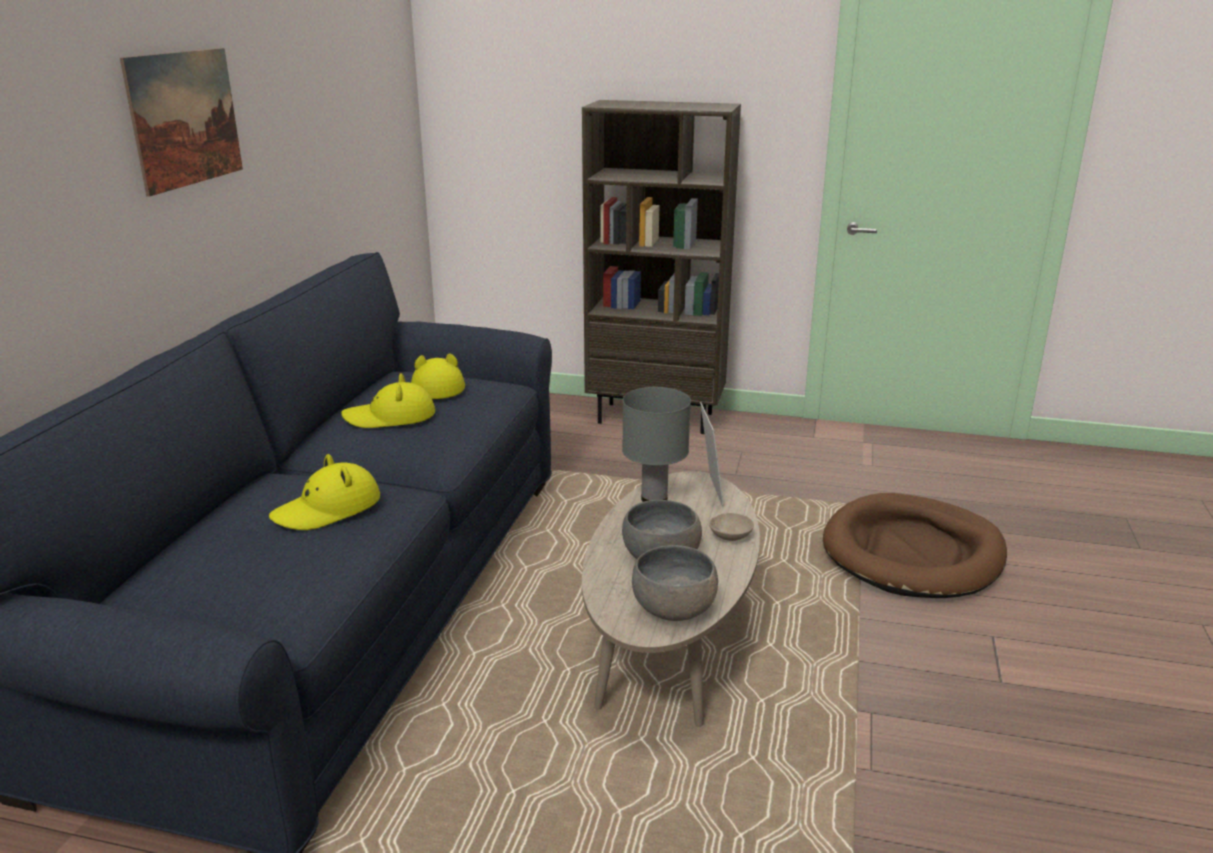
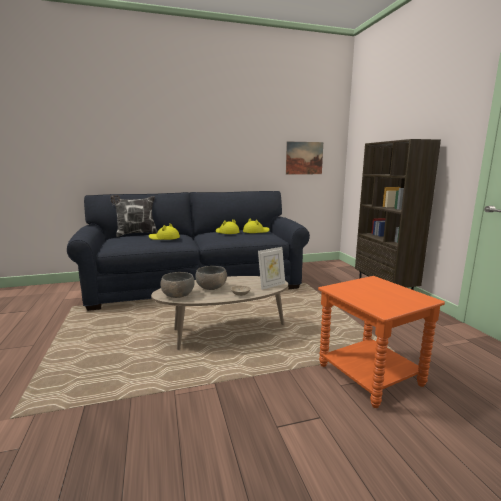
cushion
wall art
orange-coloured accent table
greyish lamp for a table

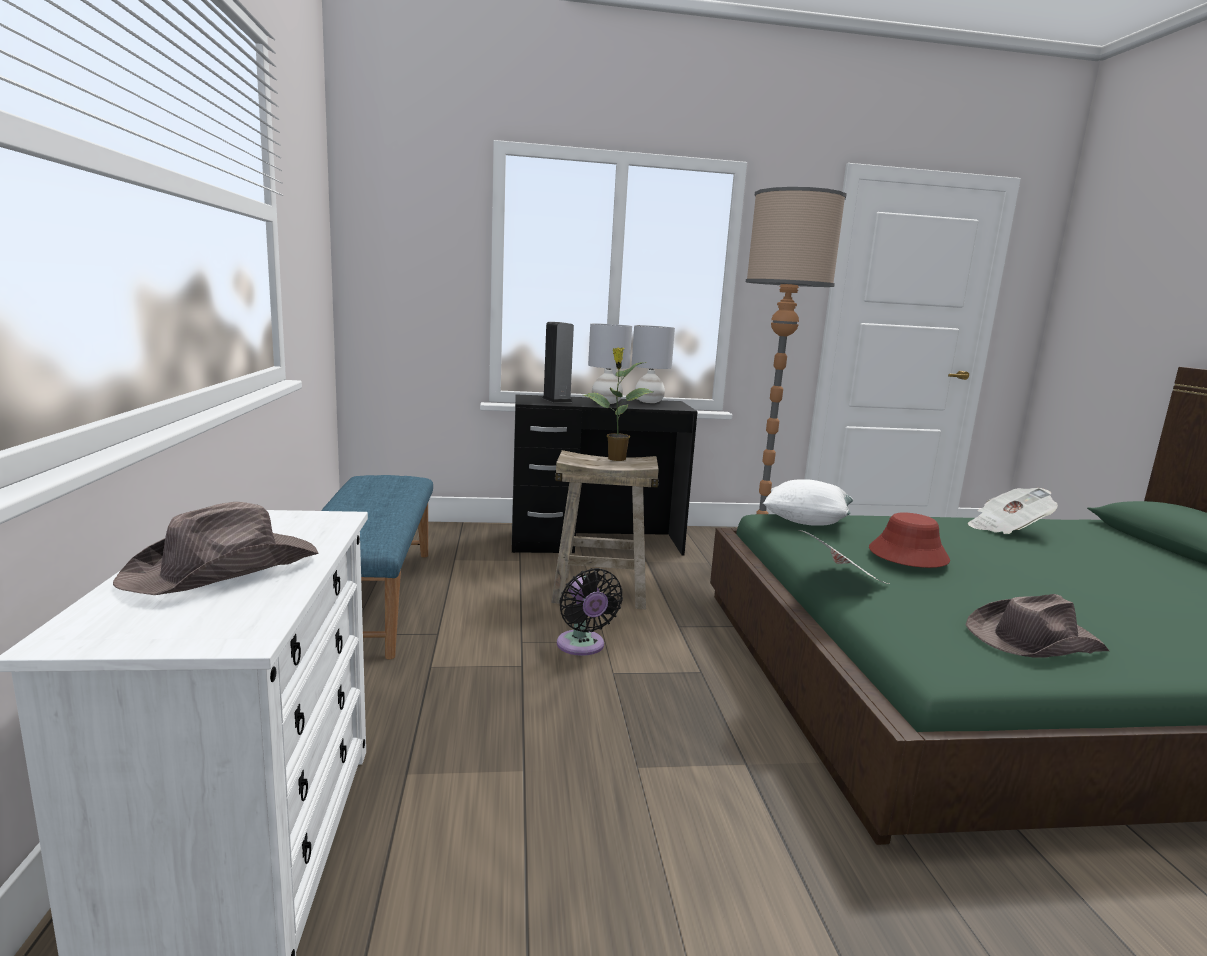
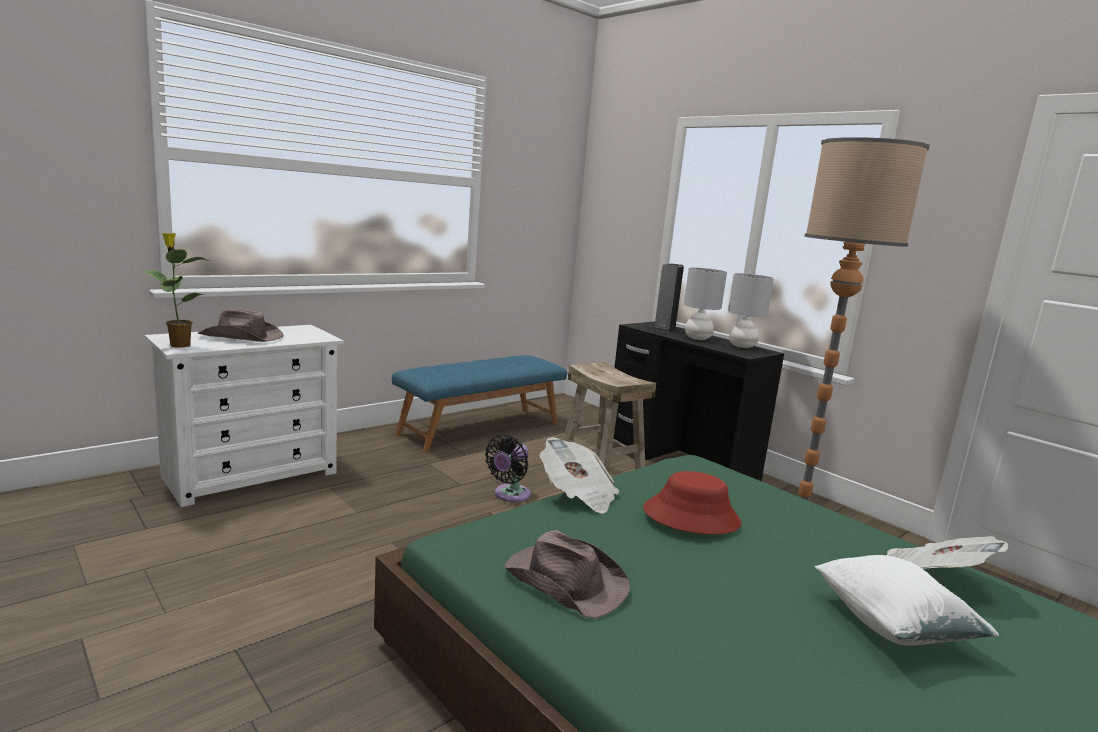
plant in a pot
whitish cushion

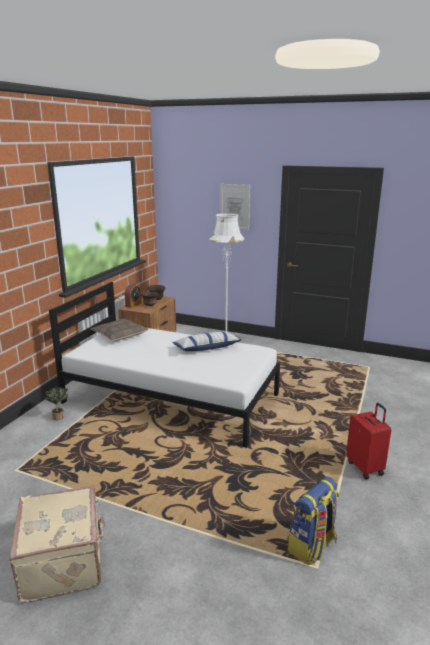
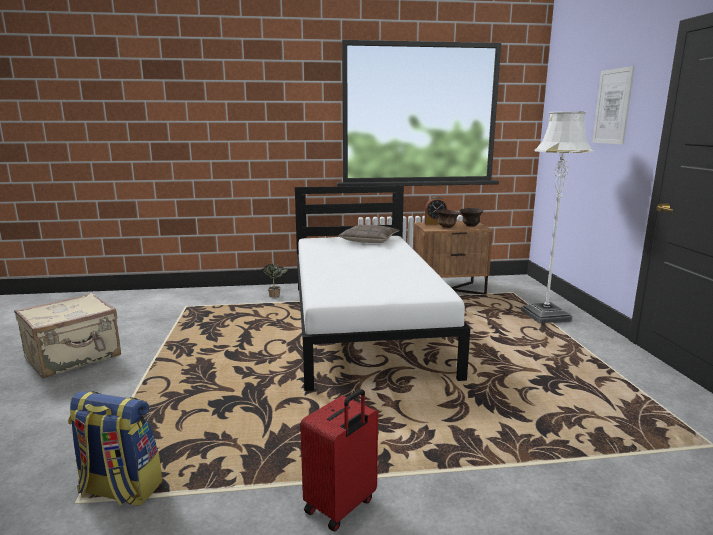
cushion (no. 2 from left in the first image)

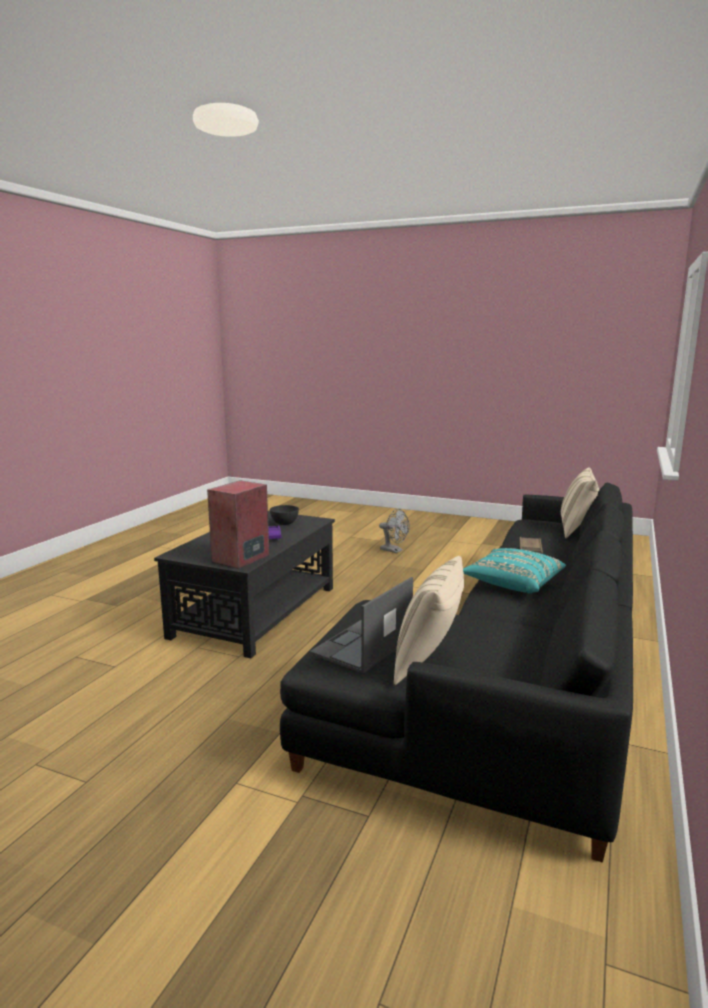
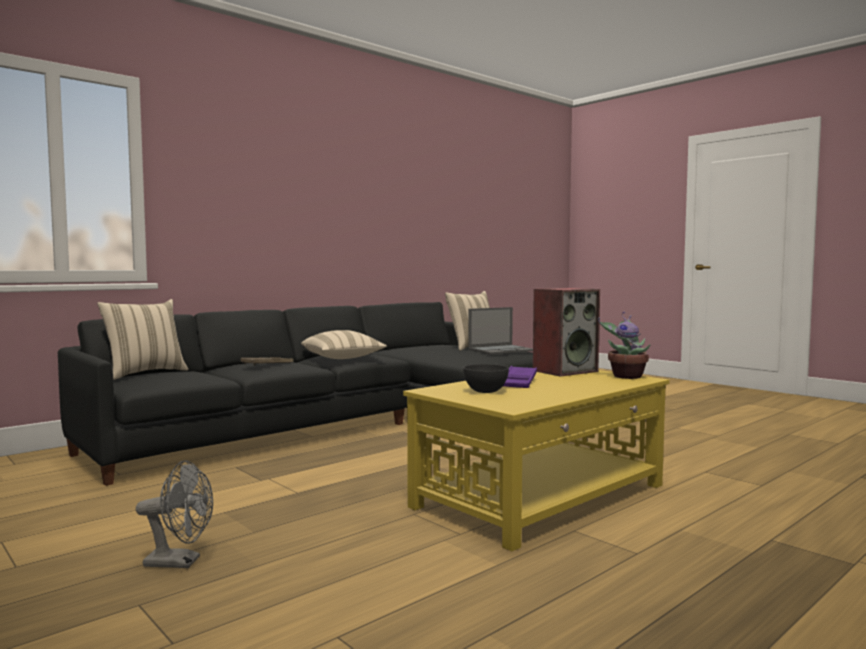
greyish electric fan
sand-coloured cushion (no. 2 from left)
yellow-coloured low table
plant in a pot

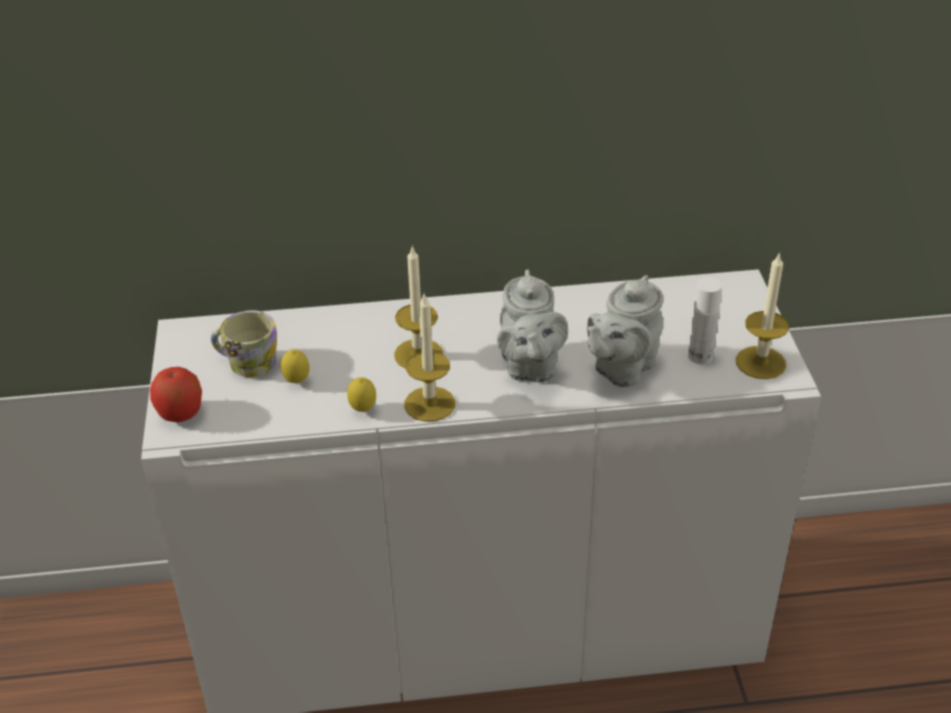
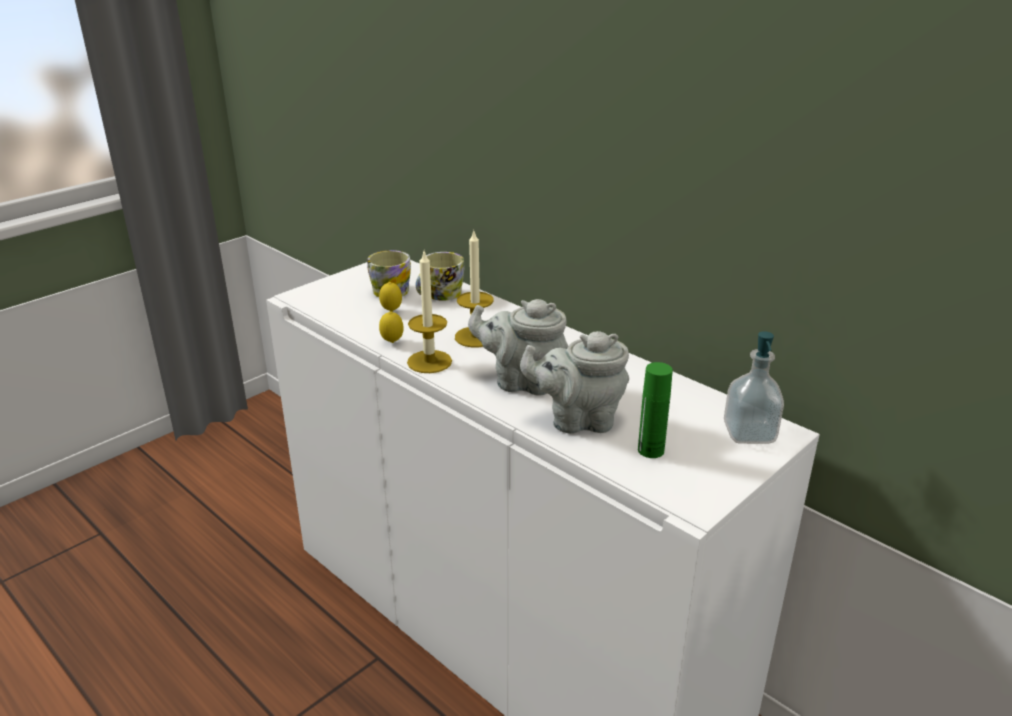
tea mug (no. 2 from left)
greyish pot for tea (no. 1 from left)
greenish beverage bottle
soap bottle
whole apple
wax light (no. 3 from left in the first image)

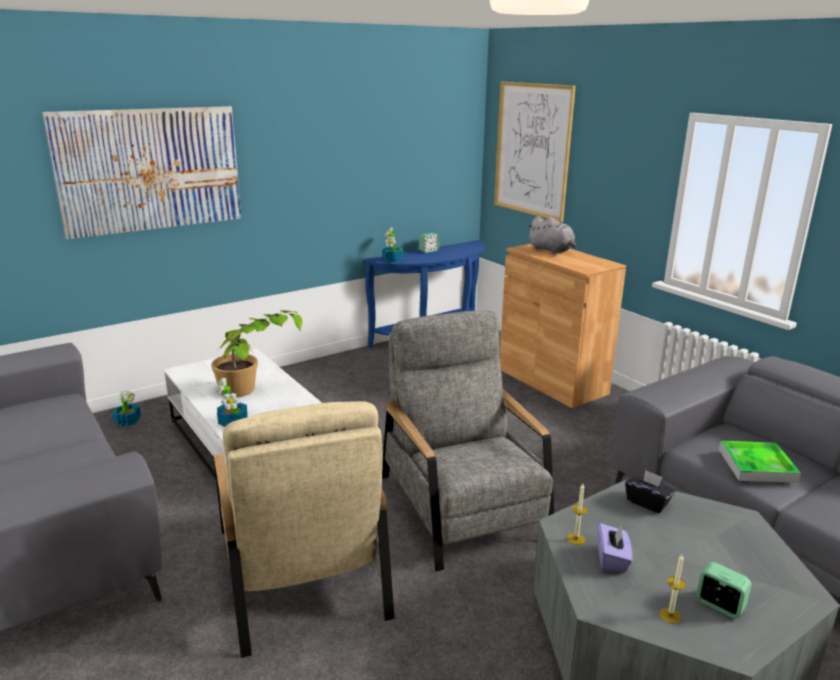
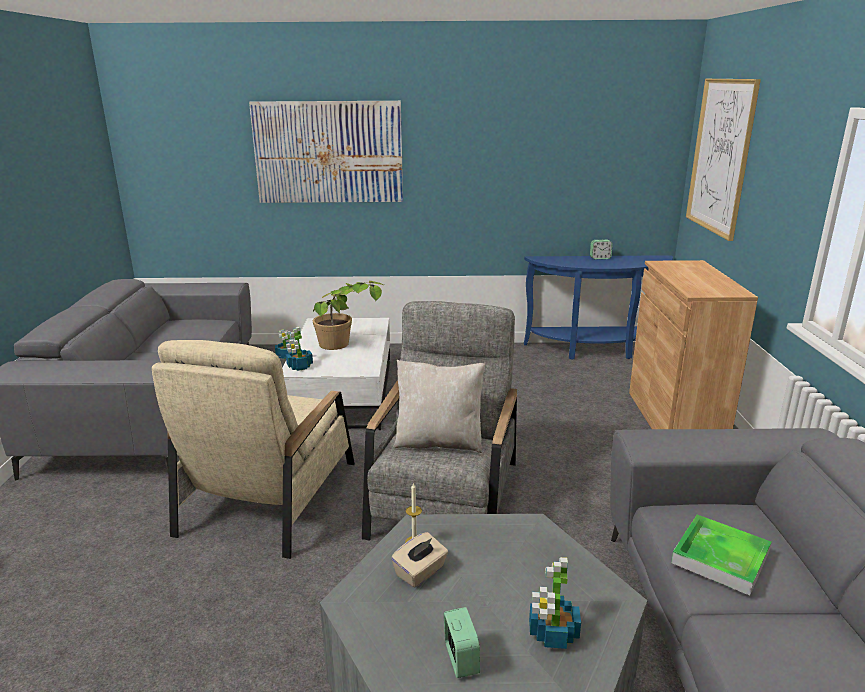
sand-coloured tissue box
sand-coloured cushion
plant in a pot (no. 4 from left)
greyish soft toy
black-coloured tissue box
wax light (no. 2 from left in the first image)

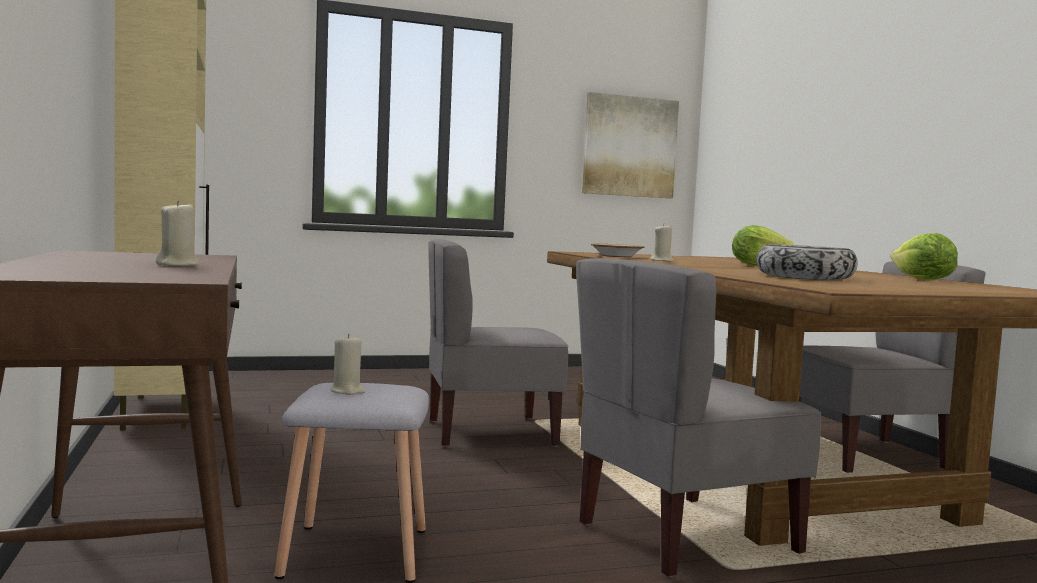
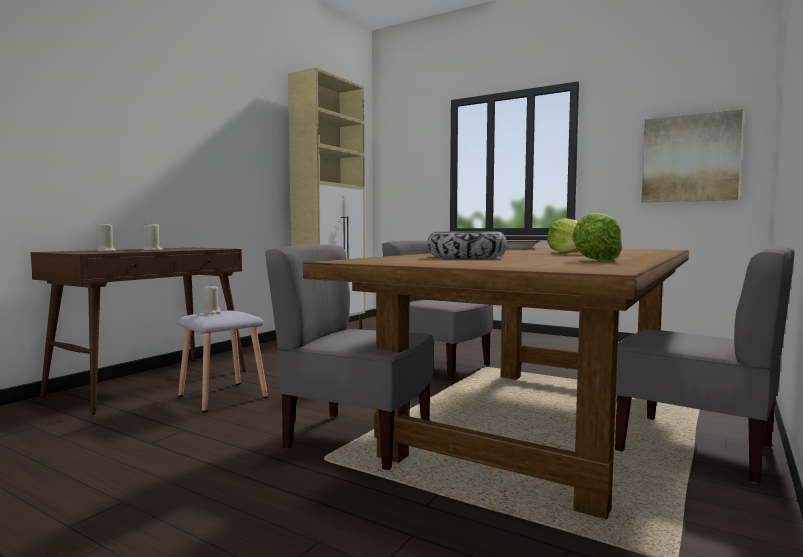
sand-coloured wax light (no. 1 from left)

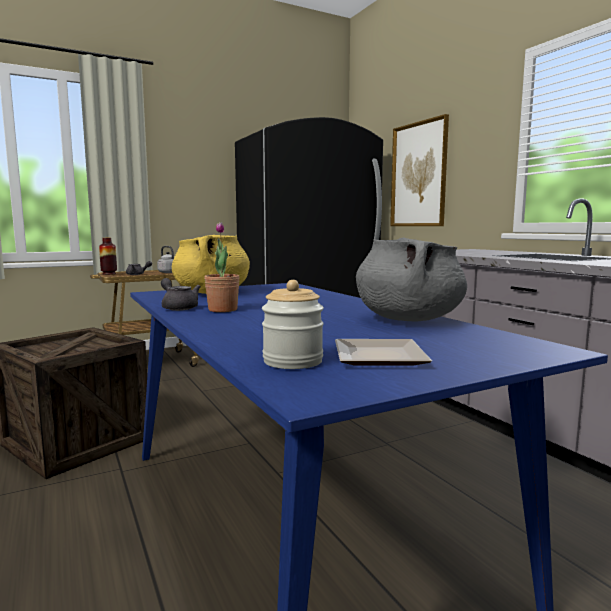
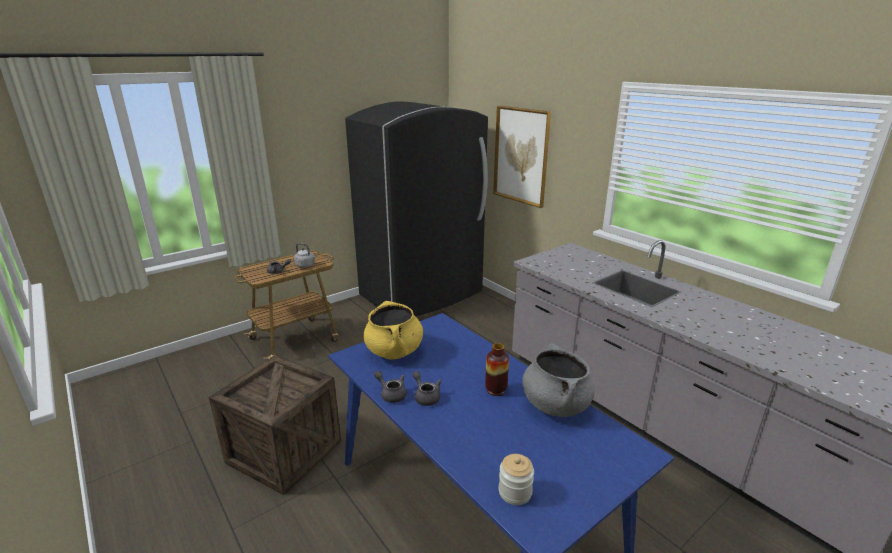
greyish pot for tea (no. 3 from left)
flower vase
flat dish

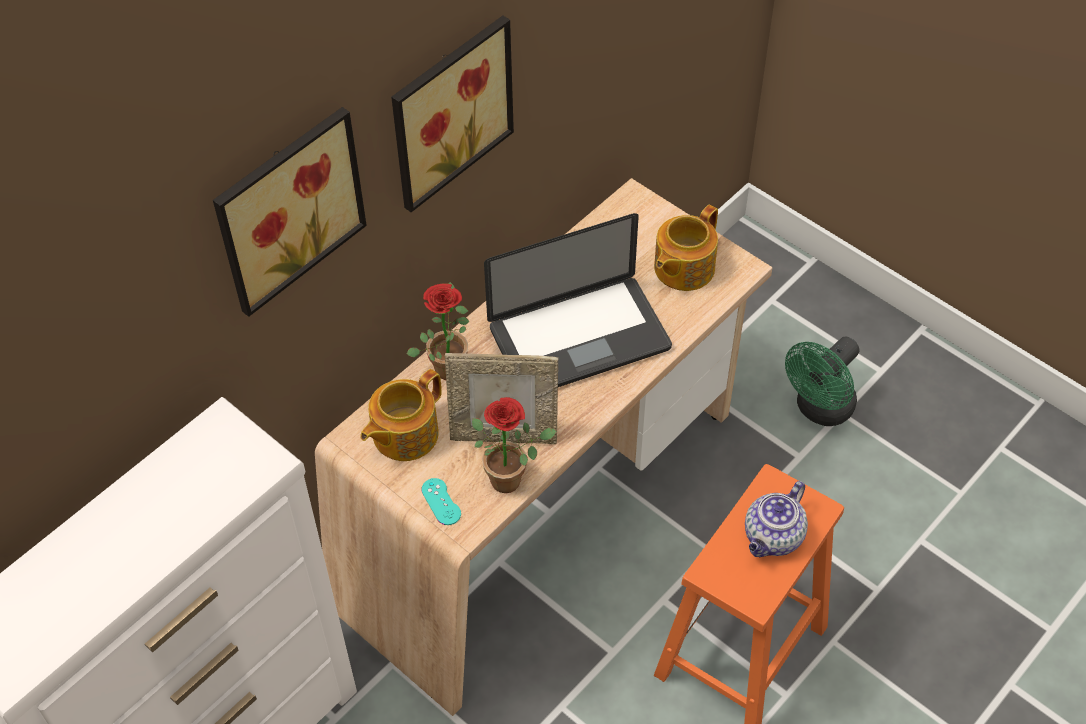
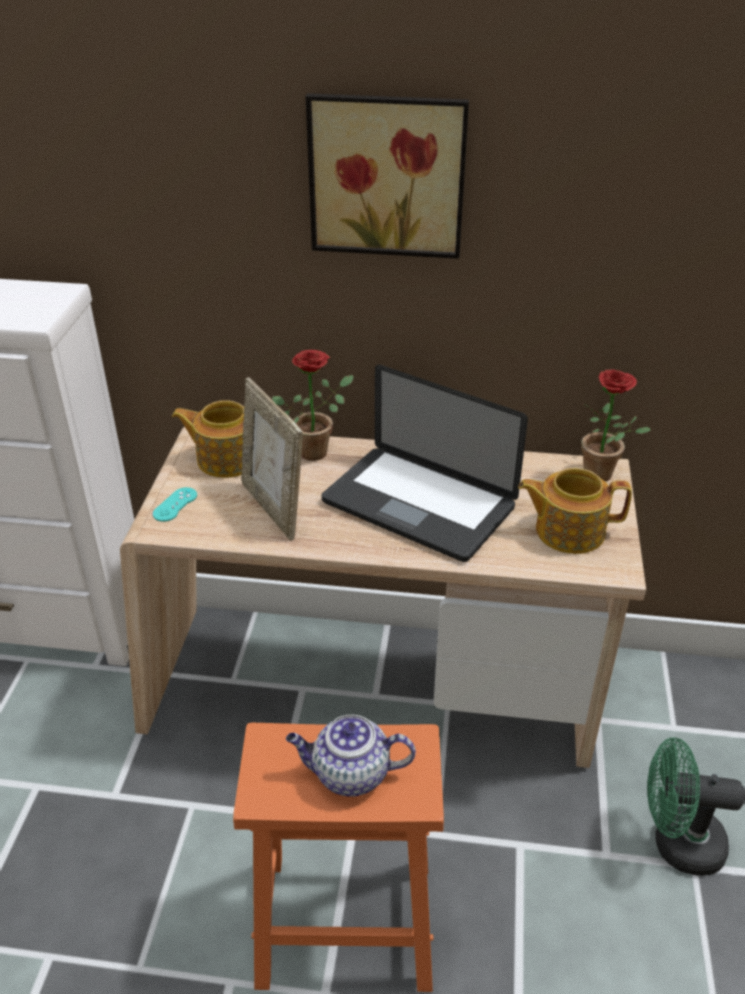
plant in a pot (no. 2 from left)
wall art (no. 1 from left in the first image)

